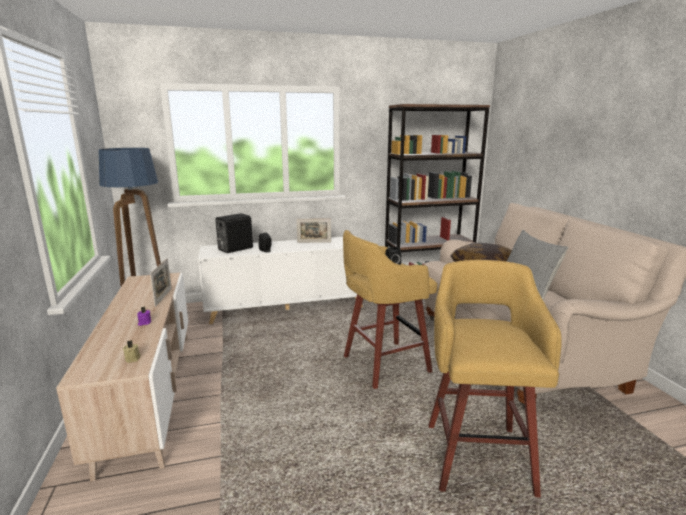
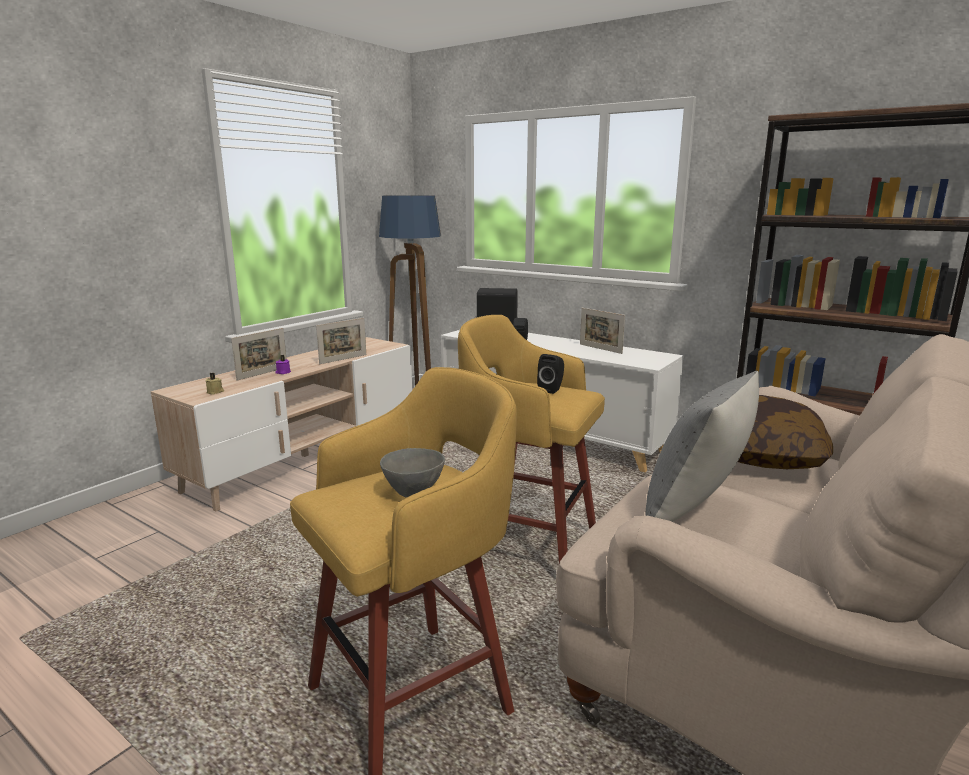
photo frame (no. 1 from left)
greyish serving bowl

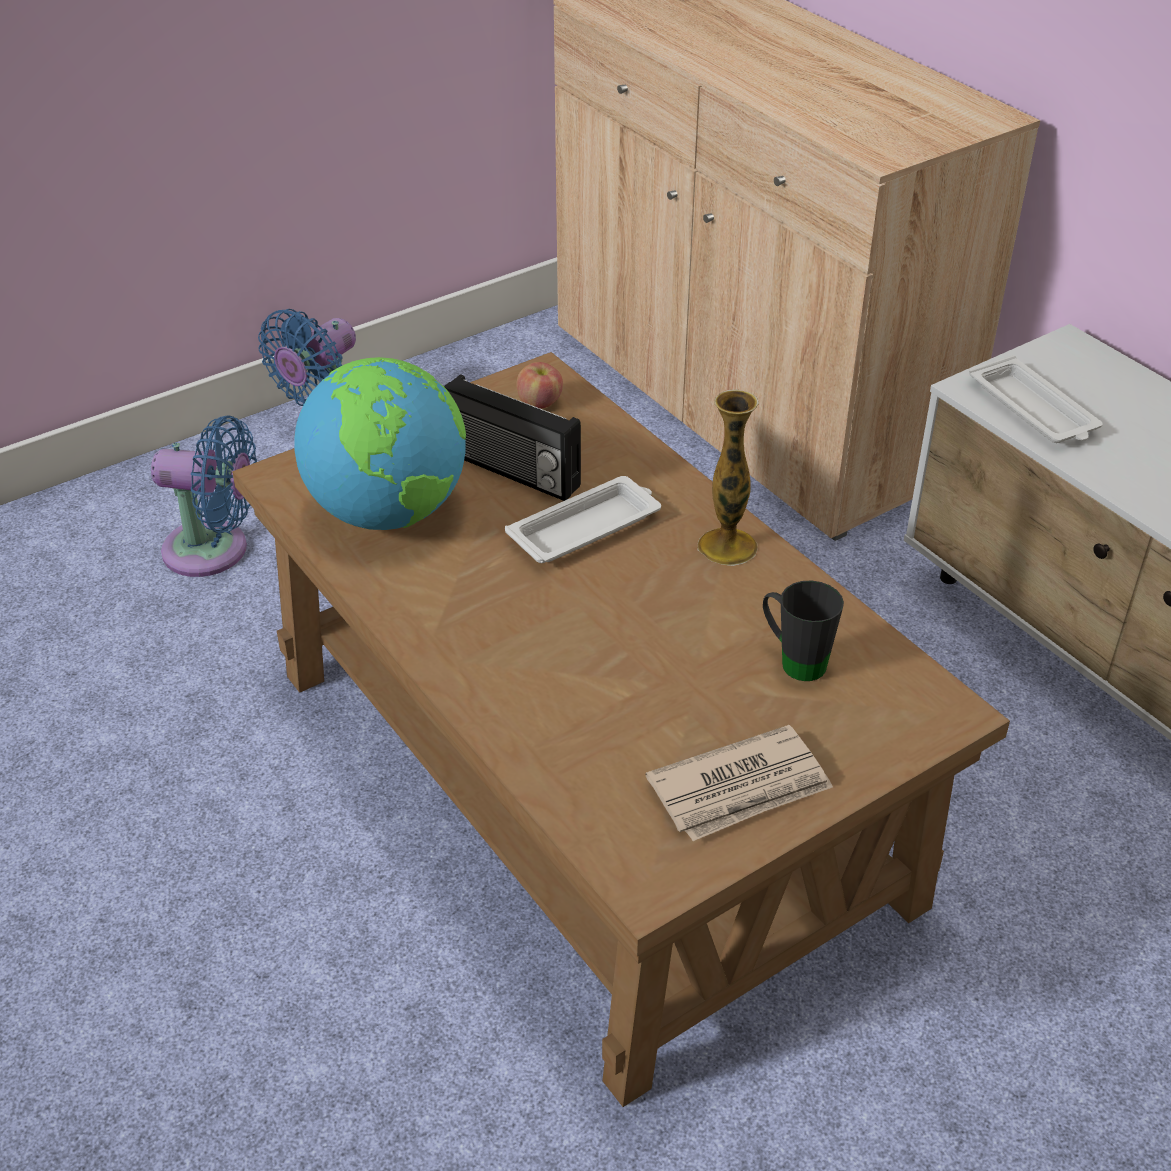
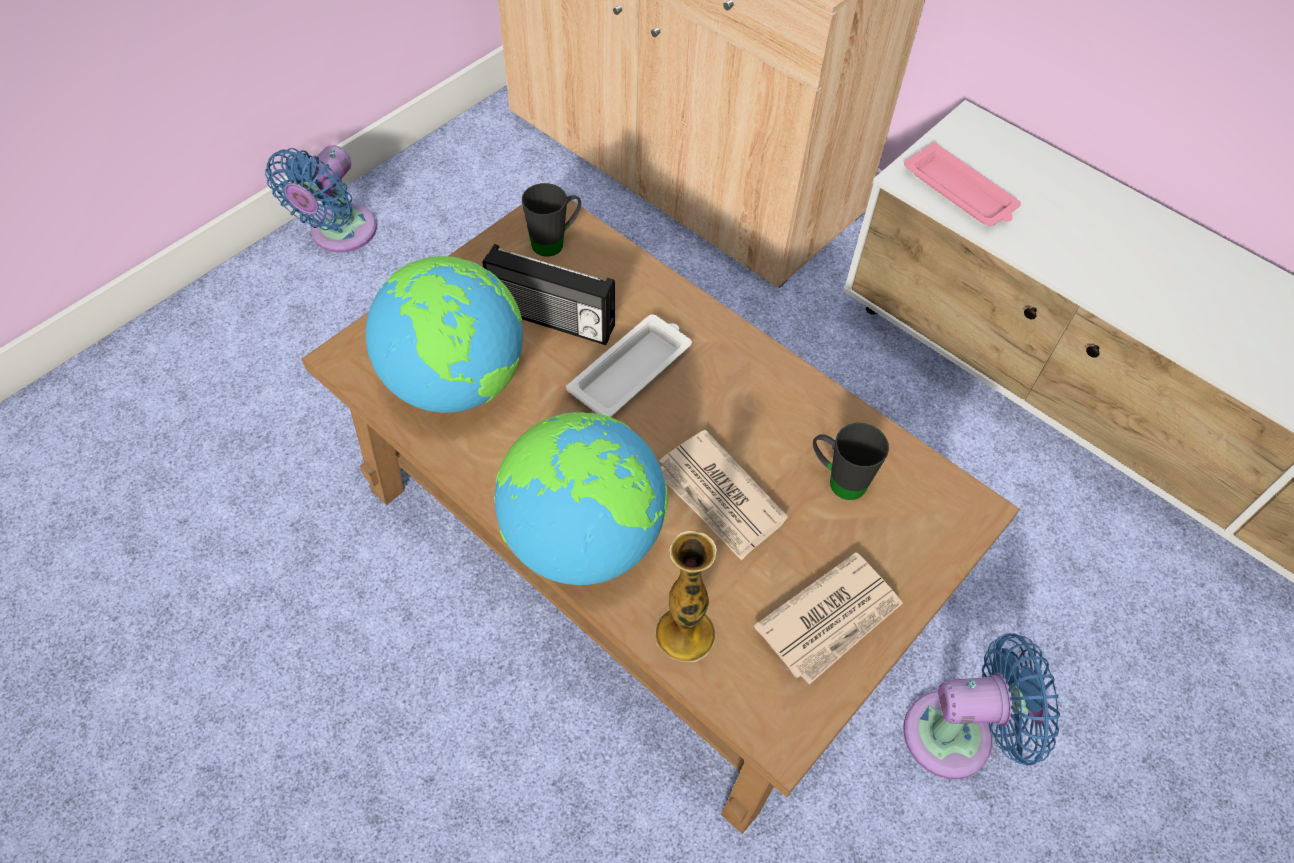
world globe (no. 2 from left)
black-coloured tea mug (no. 1 from left)
flower vase
newspaper (no. 1 from left)
blue-coloured electric fan (no. 2 from left)
pink-coloured tray

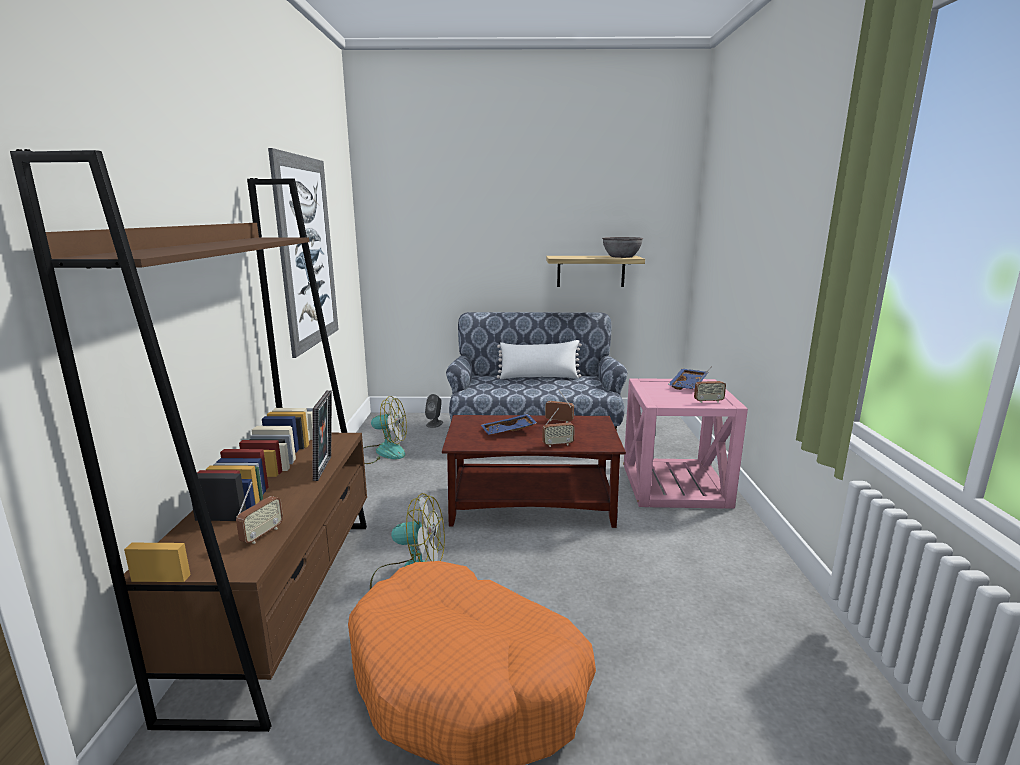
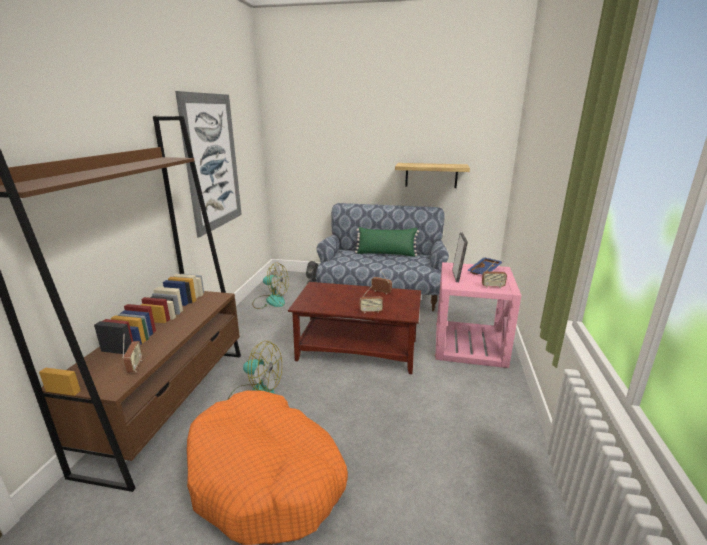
radio receiver (no. 1 from left)
greenish cushion
photo frame
blue-coloured tray (no. 1 from left in the first image)
greyish serving bowl

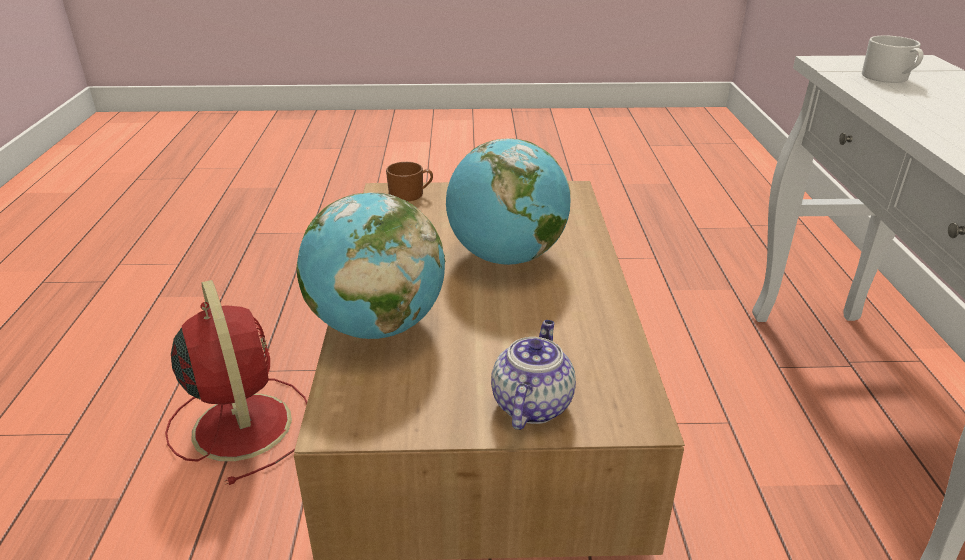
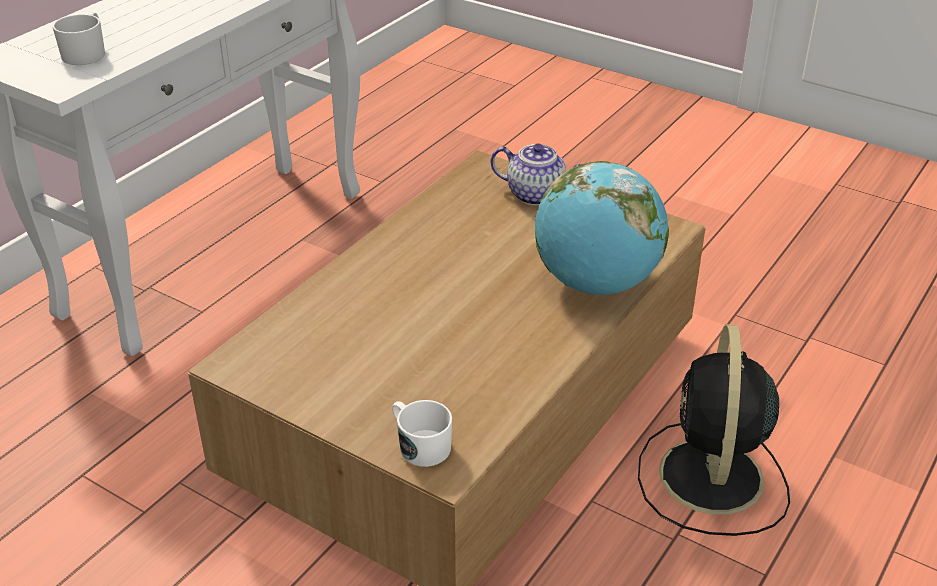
whitish tea mug (no. 2 from left)
pot for tea
black-coloured electric fan
world globe (no. 2 from left in the first image)

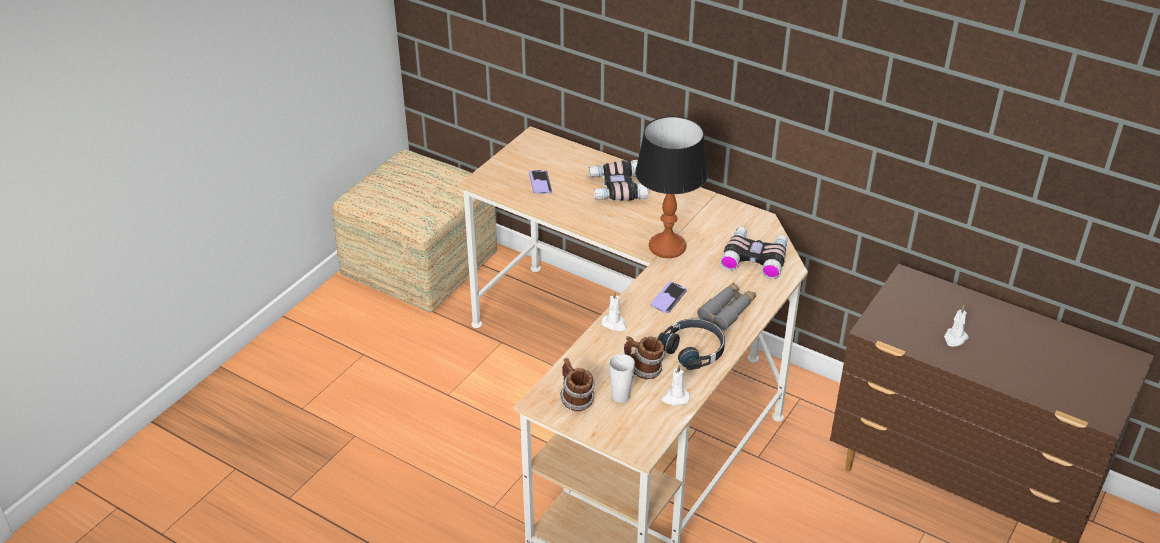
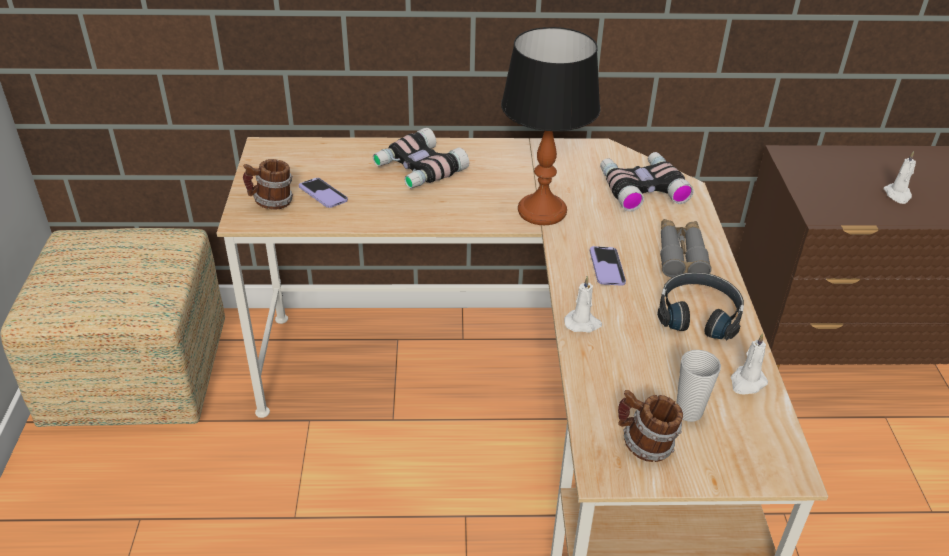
tea mug (no. 1 from left)

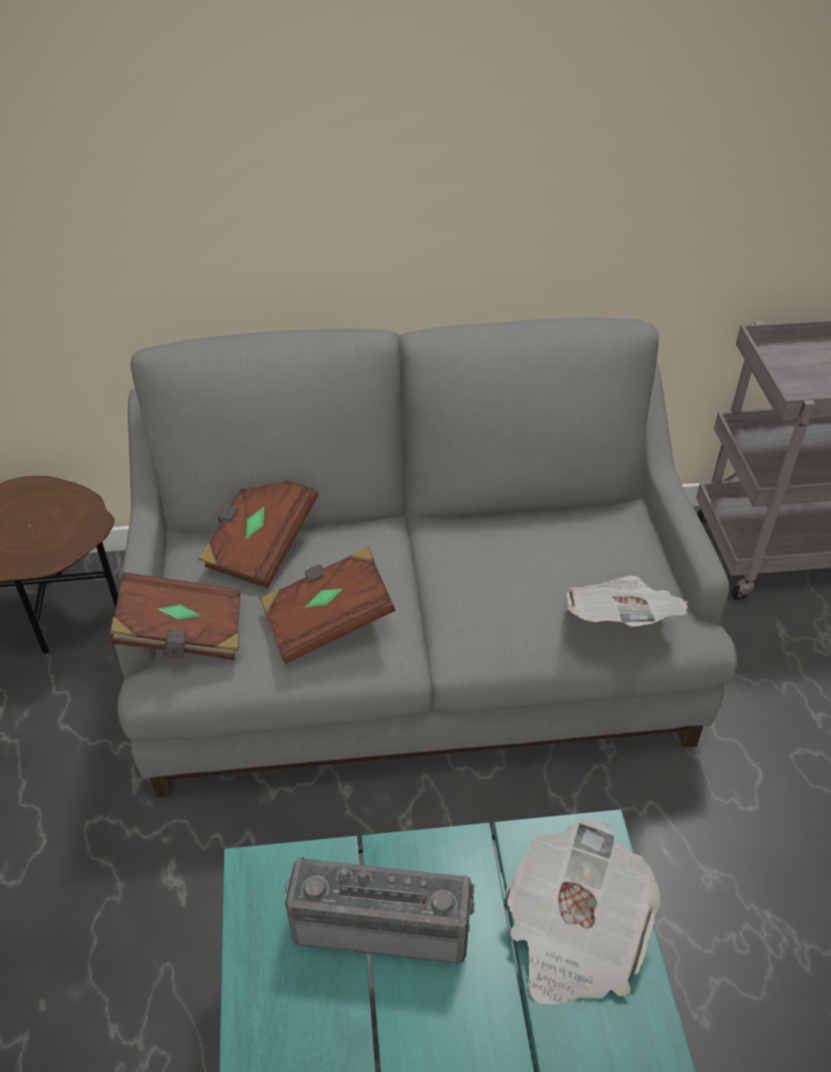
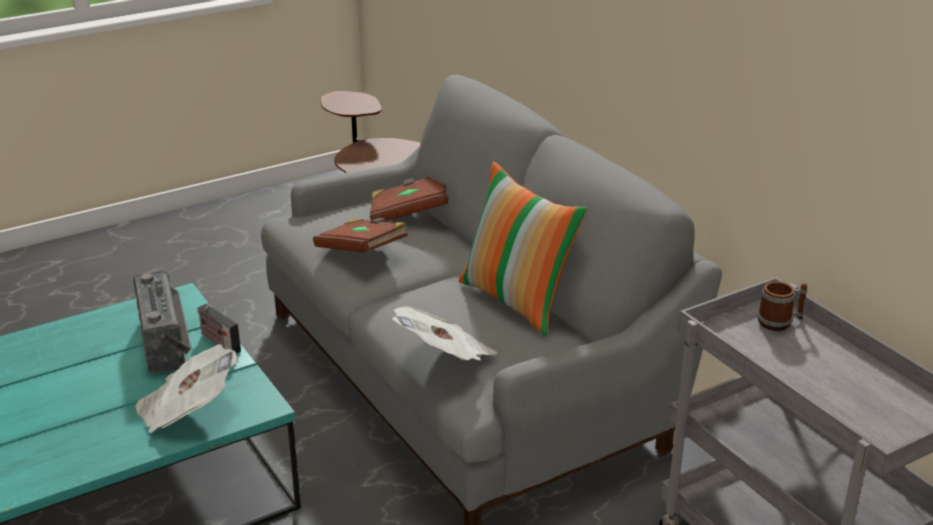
radio receiver (no. 2 from left)
cushion
tea mug
brown book (no. 1 from left in the first image)

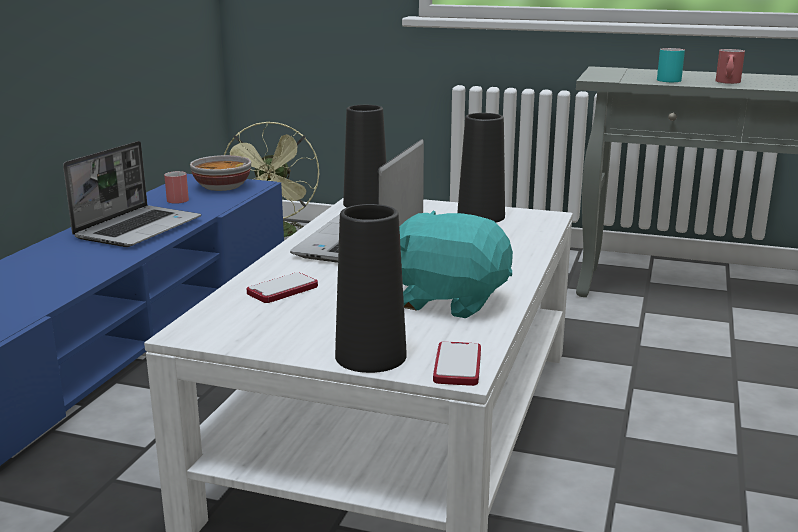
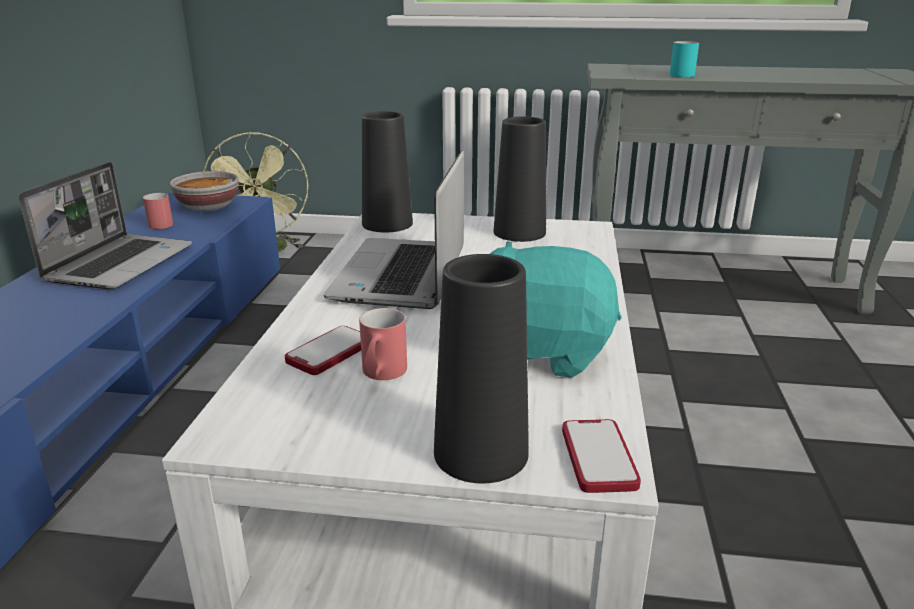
reddish tea mug (no. 2 from left)

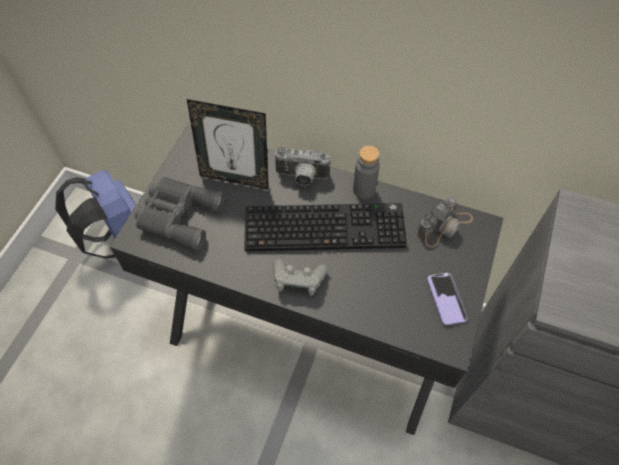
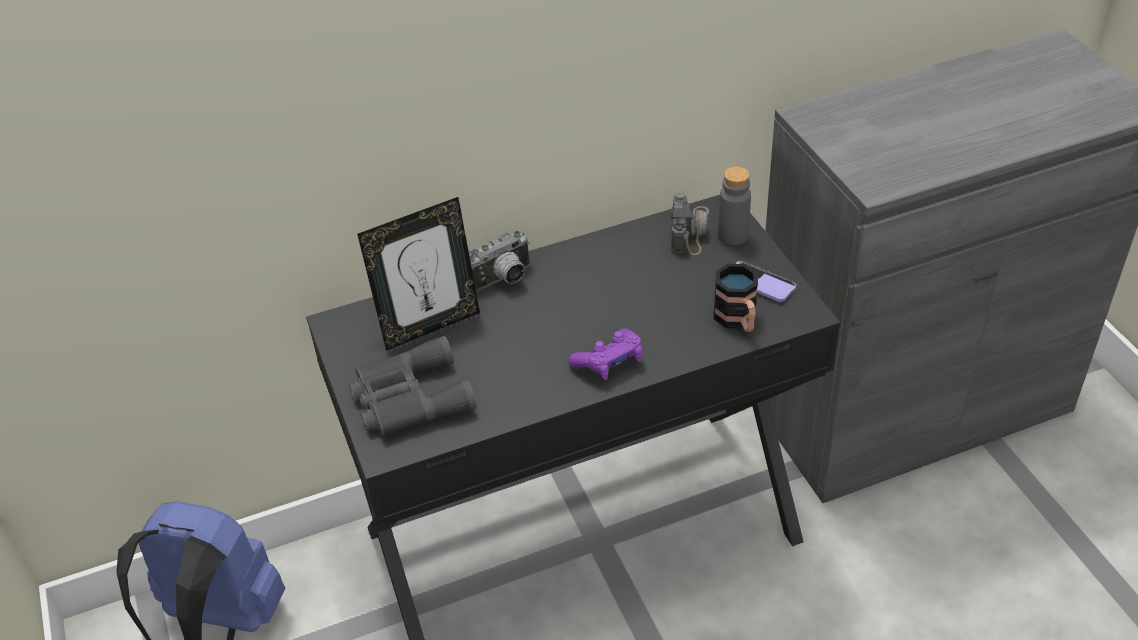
purple-coloured gamepad
tea mug
greyish beverage bottle
keyboard

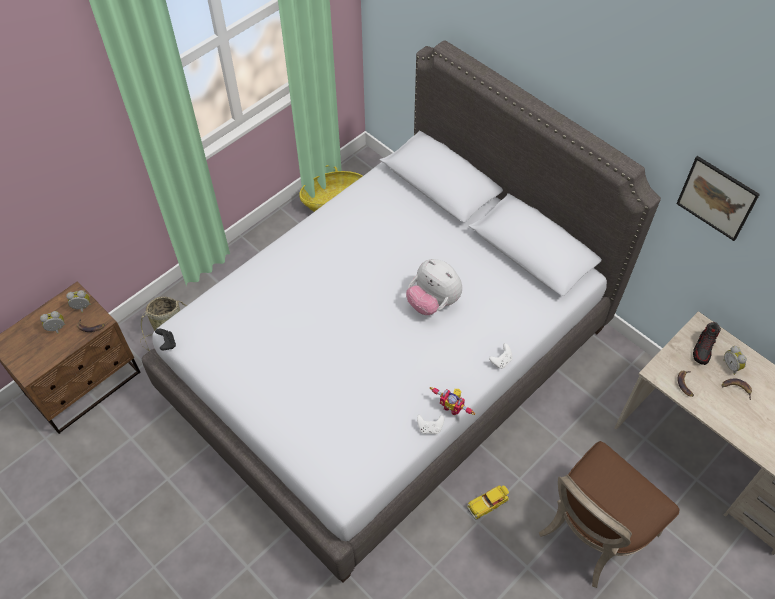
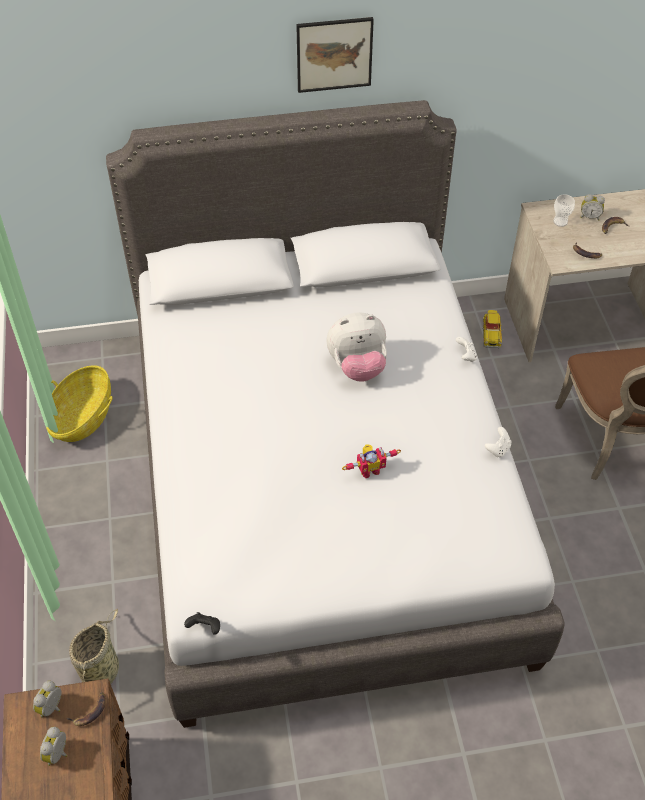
wall art
robot figure
miniature car
drinking cup

